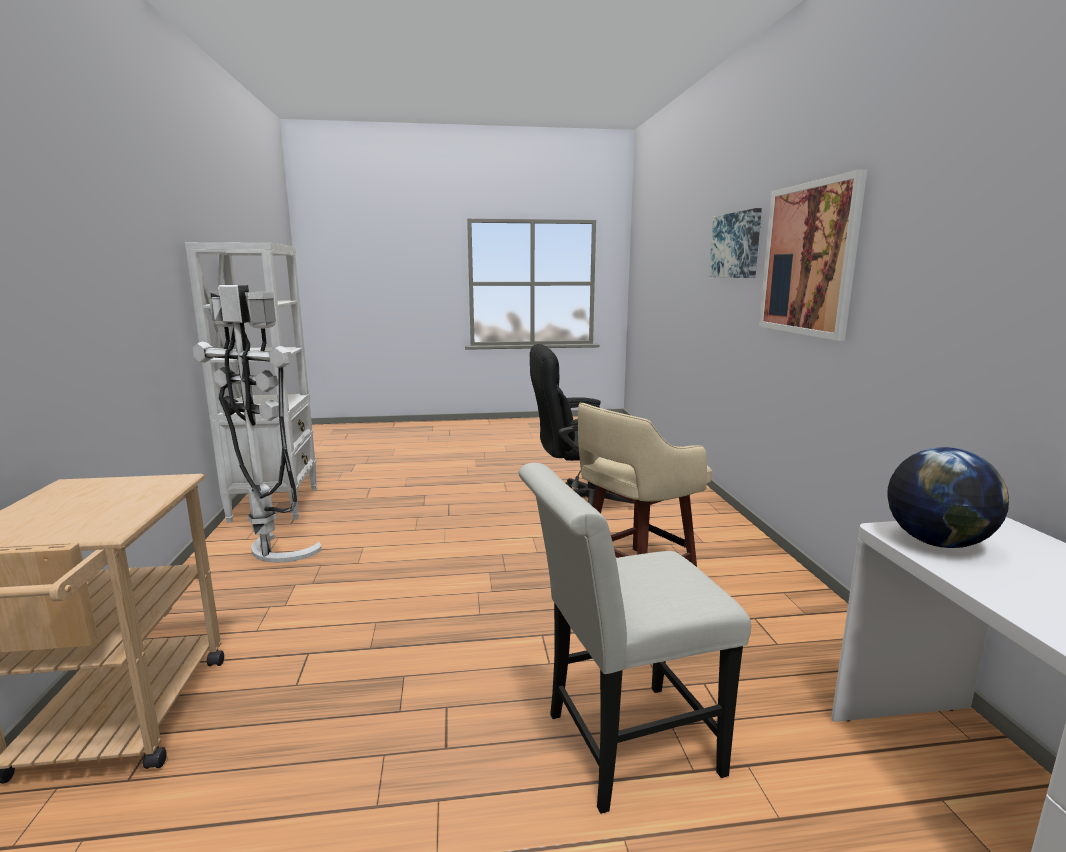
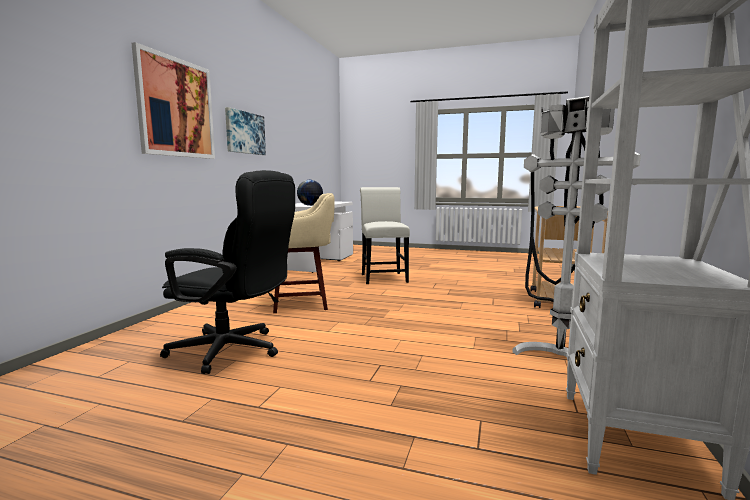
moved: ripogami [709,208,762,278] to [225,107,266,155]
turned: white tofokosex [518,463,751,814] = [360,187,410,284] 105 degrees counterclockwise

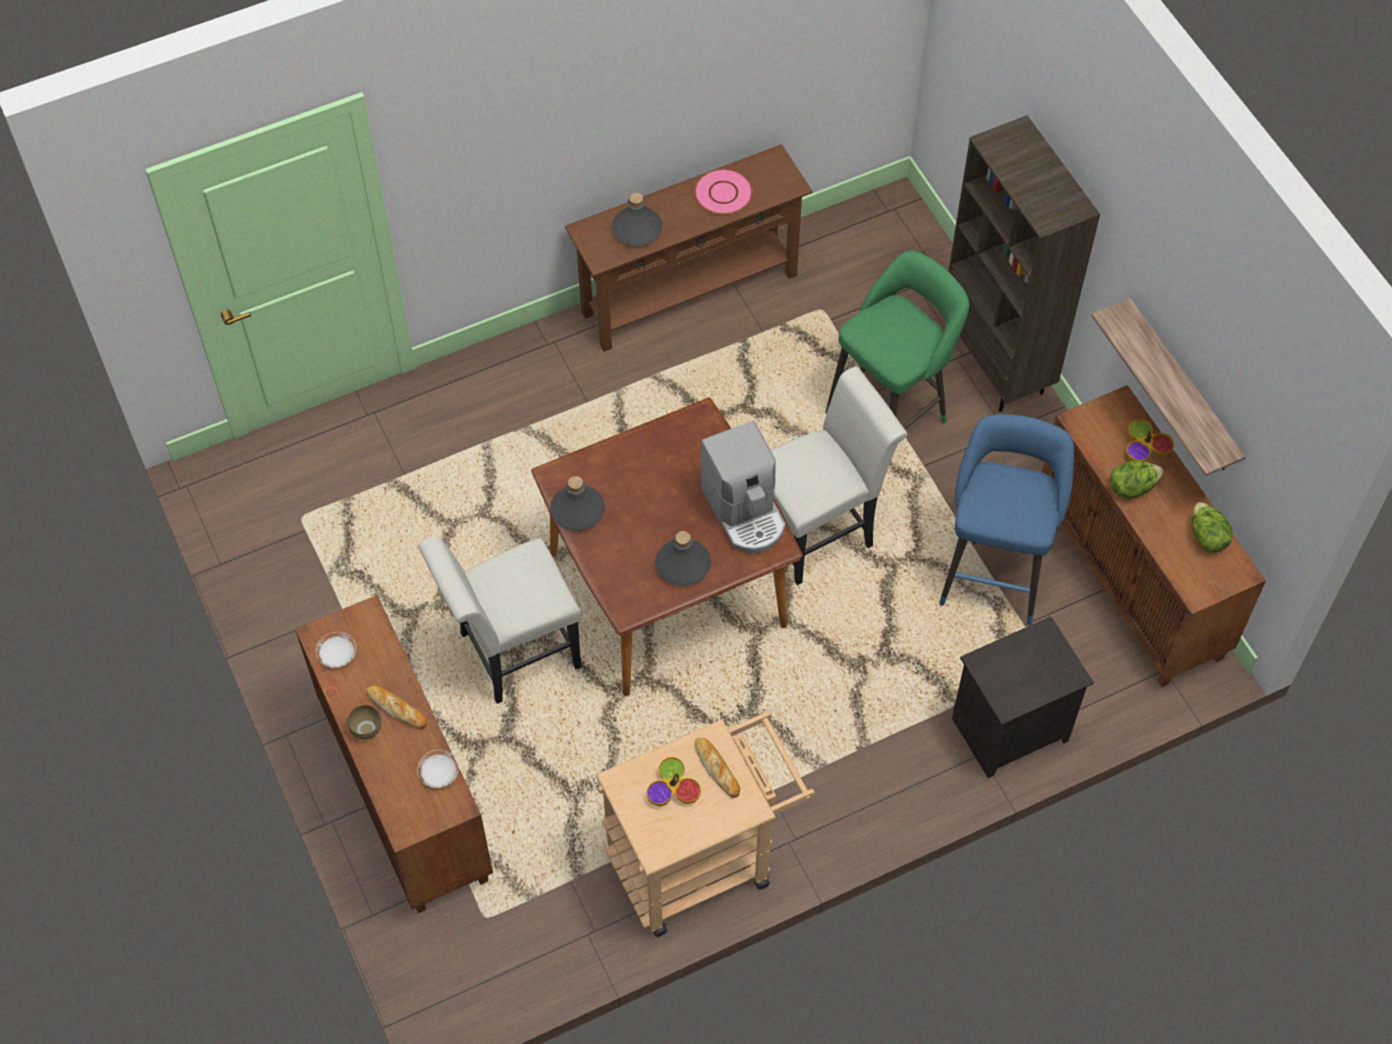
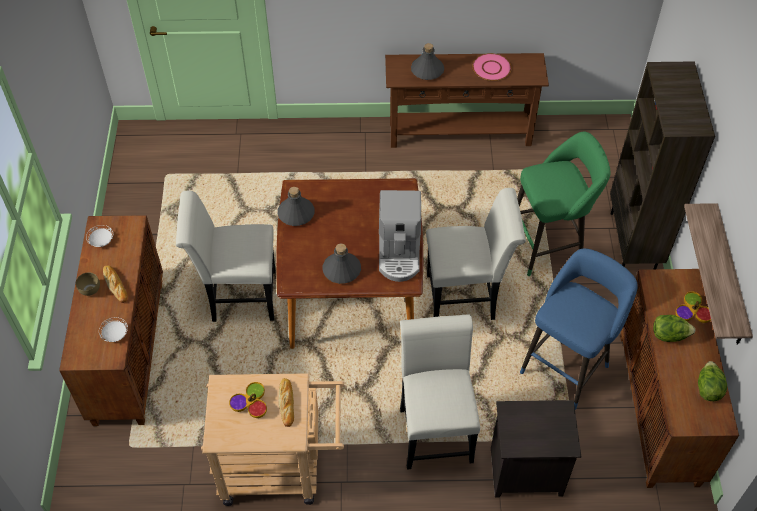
added: white tofokosex [400,314,480,470]

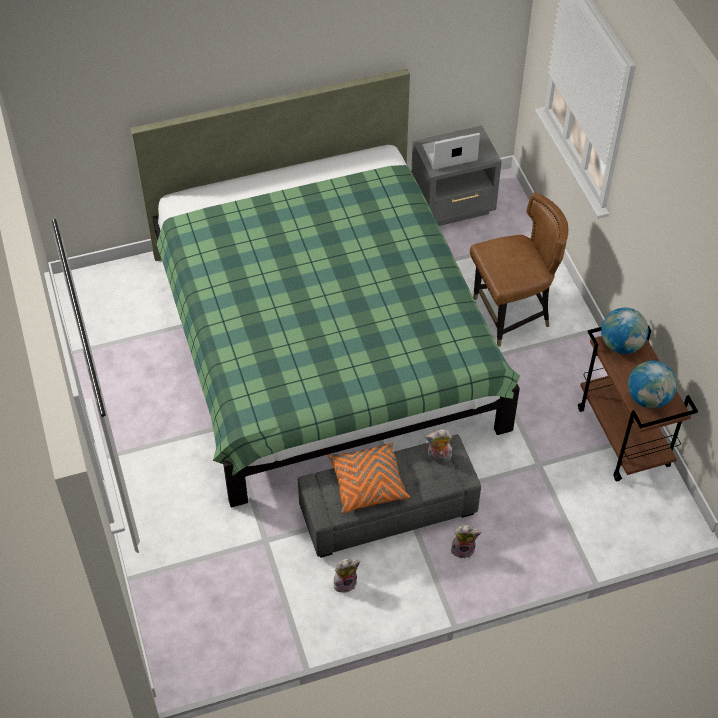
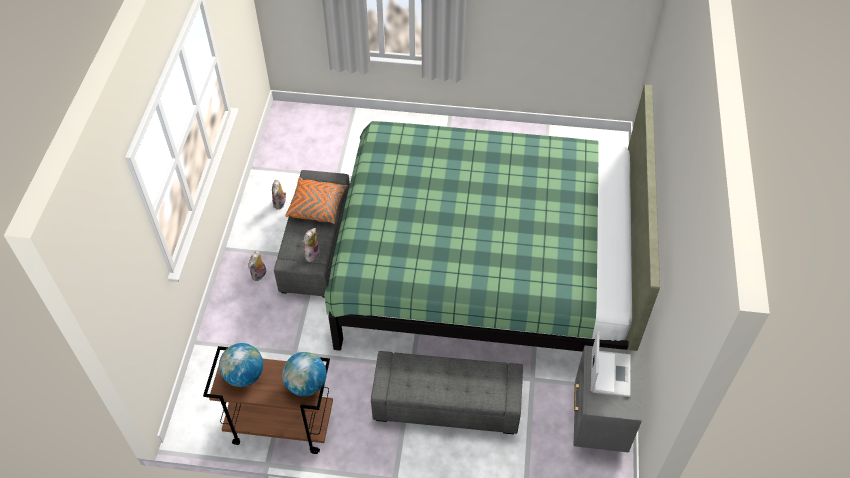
replaced: brown tofokosex [470,192,568,347] to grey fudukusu [371,351,523,435]

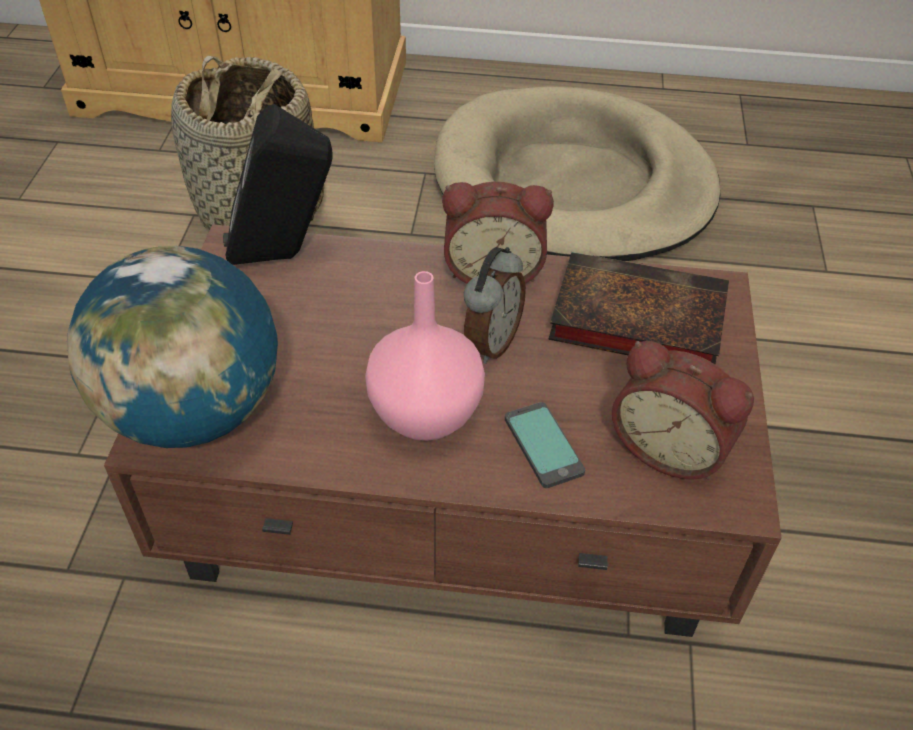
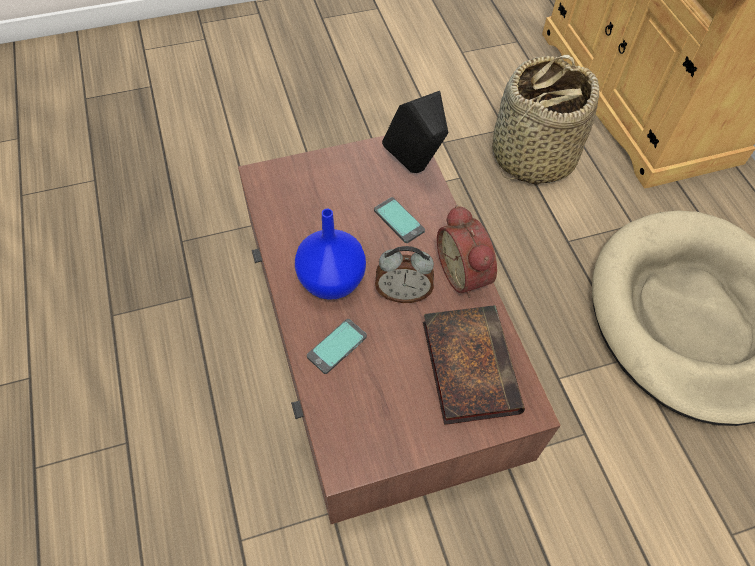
removed: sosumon [67,246,278,448]; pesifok [612,341,754,480]
added: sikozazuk [374,197,425,243]
recoloured: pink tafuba [365,271,485,441] to blue tafuba [295,209,366,300]

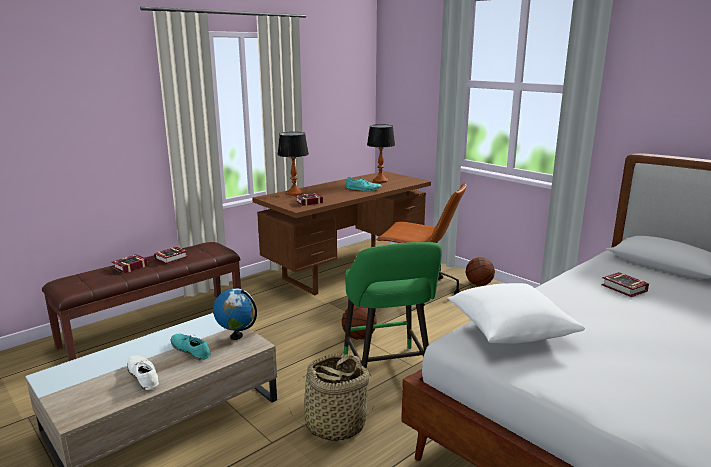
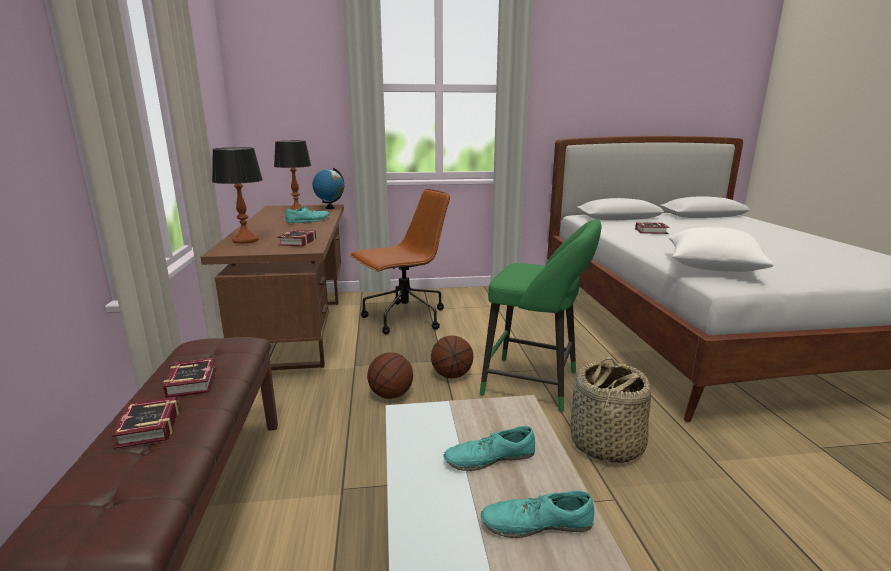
moved: sosumon [213,288,257,340] to [313,168,344,209]; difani [466,257,495,286] to [367,353,413,399]
recoloured: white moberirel [127,355,159,390] to turquoise moberirel [481,490,594,538]

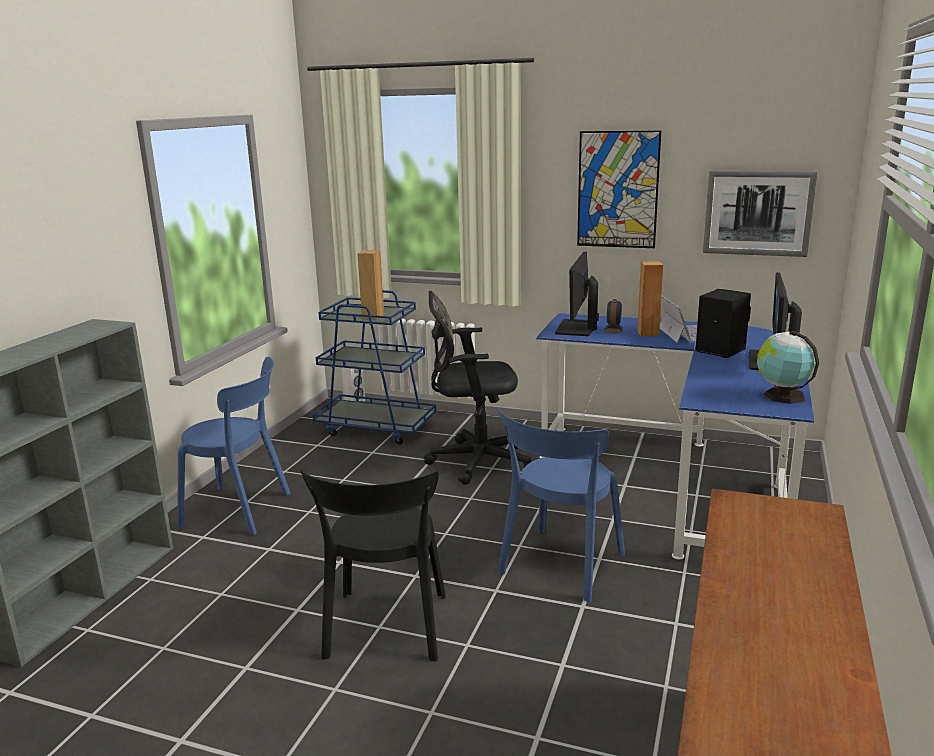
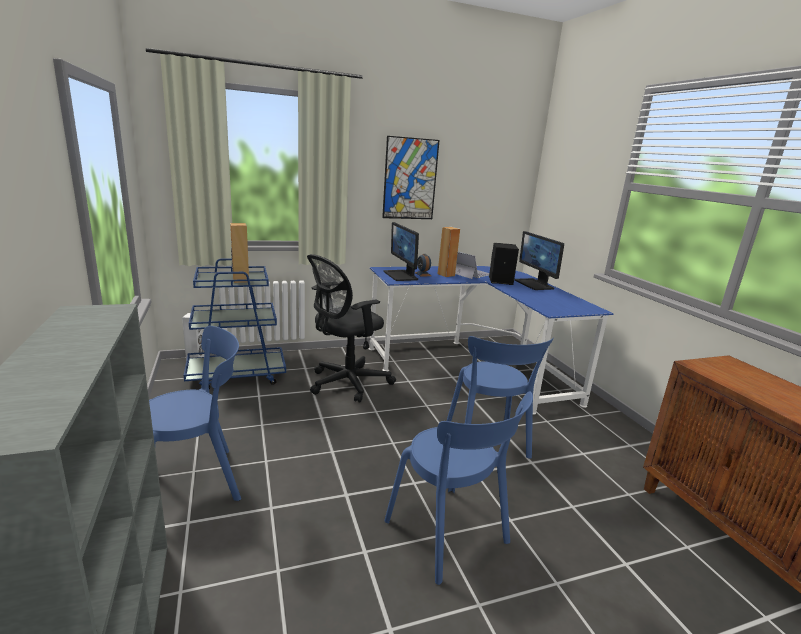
removed: ripogami [703,171,817,257]; sosumon [757,331,820,404]
recoloured: black tofokosex [301,470,446,662] to blue tofokosex [384,391,533,585]

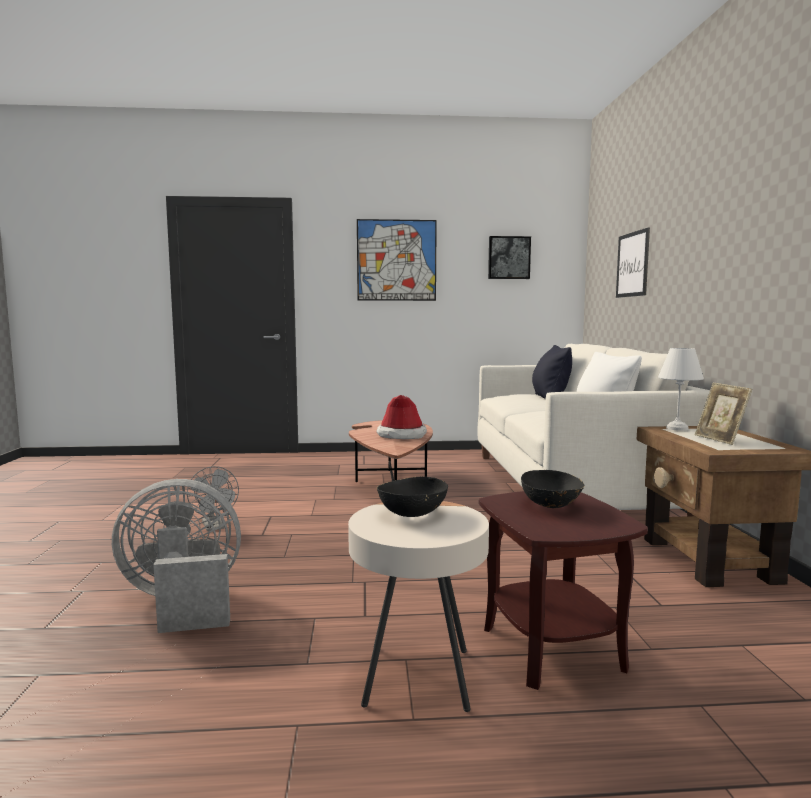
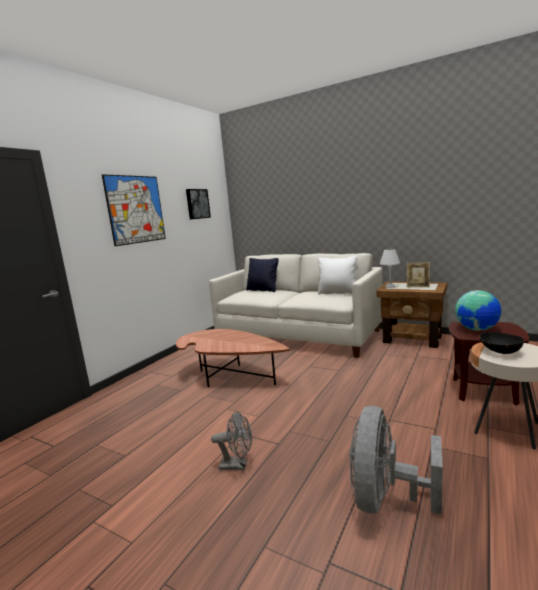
removed: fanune [376,395,427,439]; ripogami [616,227,650,298]
replaced: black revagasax [521,470,585,508] to sosumon [455,290,501,331]

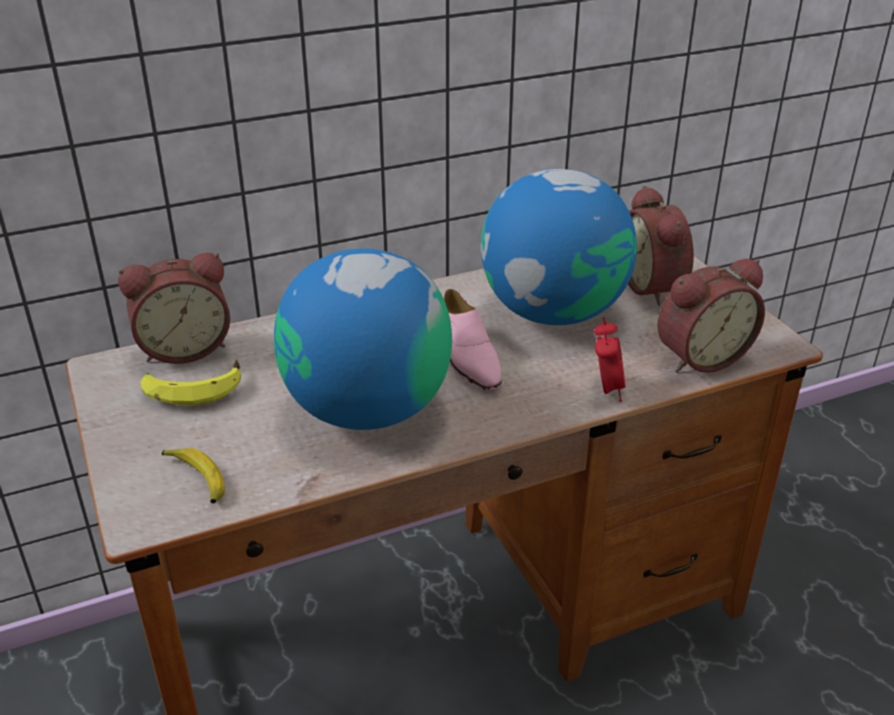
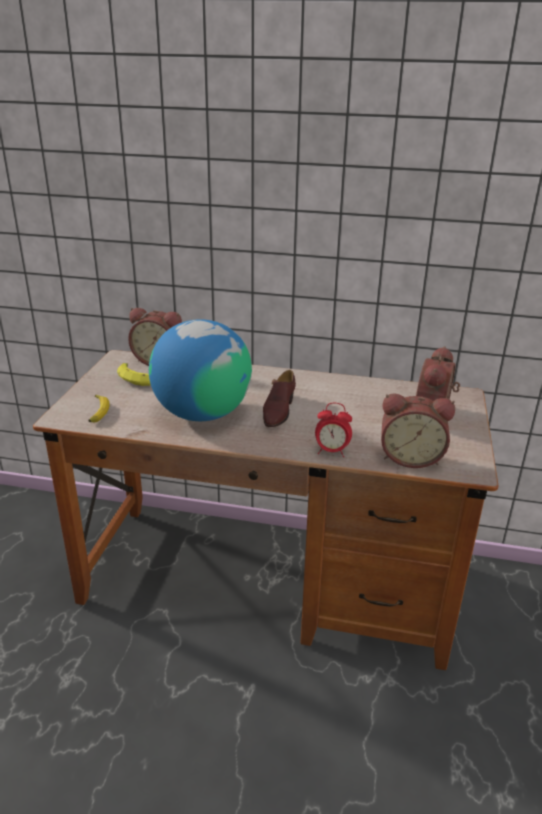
removed: sosumon [481,169,637,325]
recoloured: pink moberirel [443,289,502,390] to brown moberirel [263,370,296,427]
turned: pesifok [594,317,625,402] = [315,403,352,457] 60 degrees clockwise

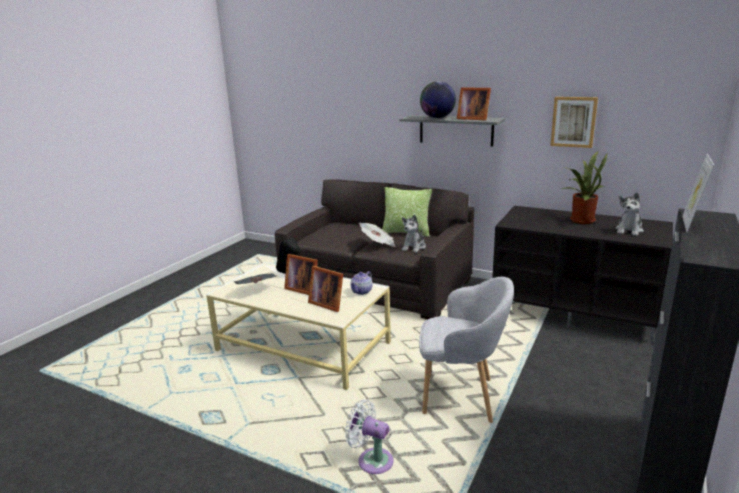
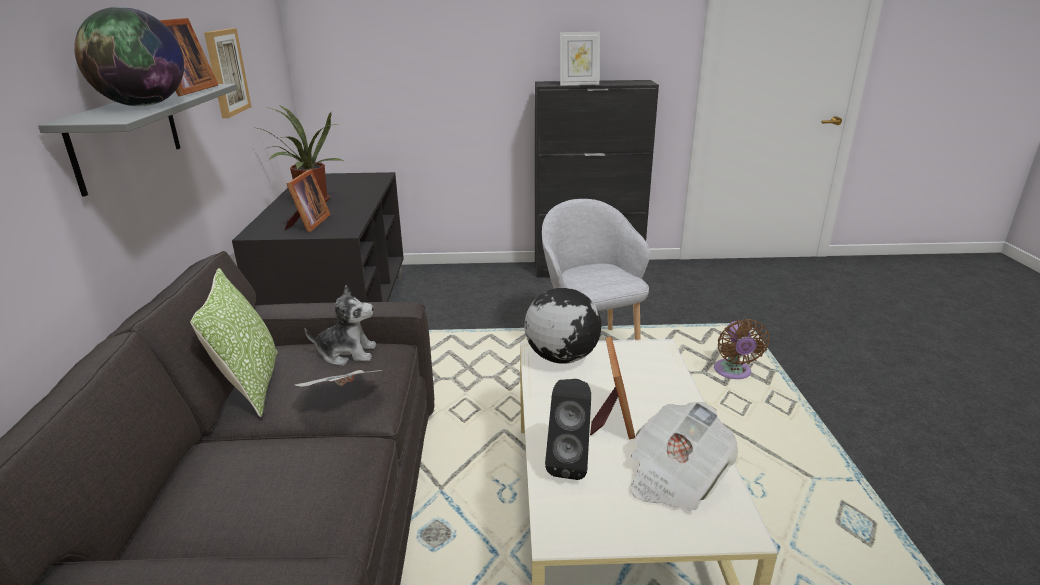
removed: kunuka [615,192,644,236]
moved: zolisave [308,266,343,312] to [284,169,331,232]
replaced: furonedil [350,271,373,295] to sosumon [524,288,602,364]
recoloured: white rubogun [345,399,393,474] to brown rubogun [714,319,769,379]

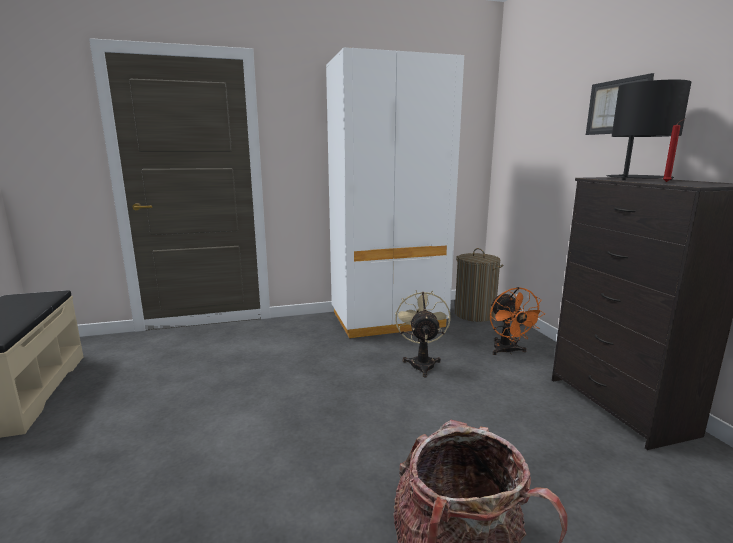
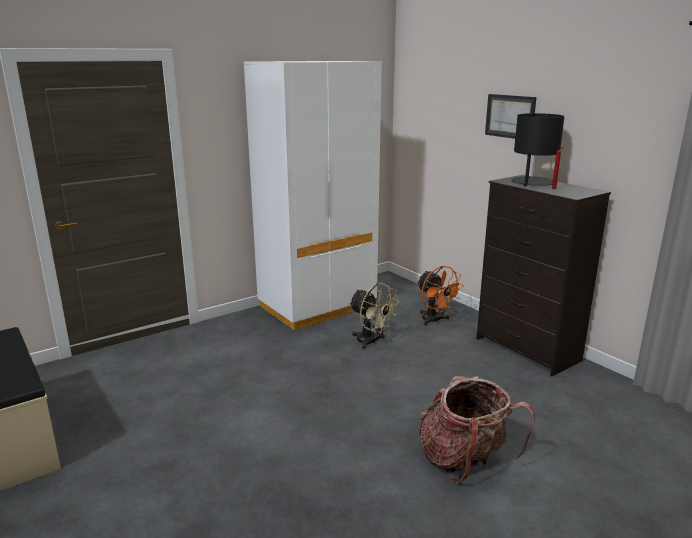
removed: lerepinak [455,248,503,322]
turned: beige rubogun [395,290,451,377] = [349,283,399,349] 150 degrees clockwise

